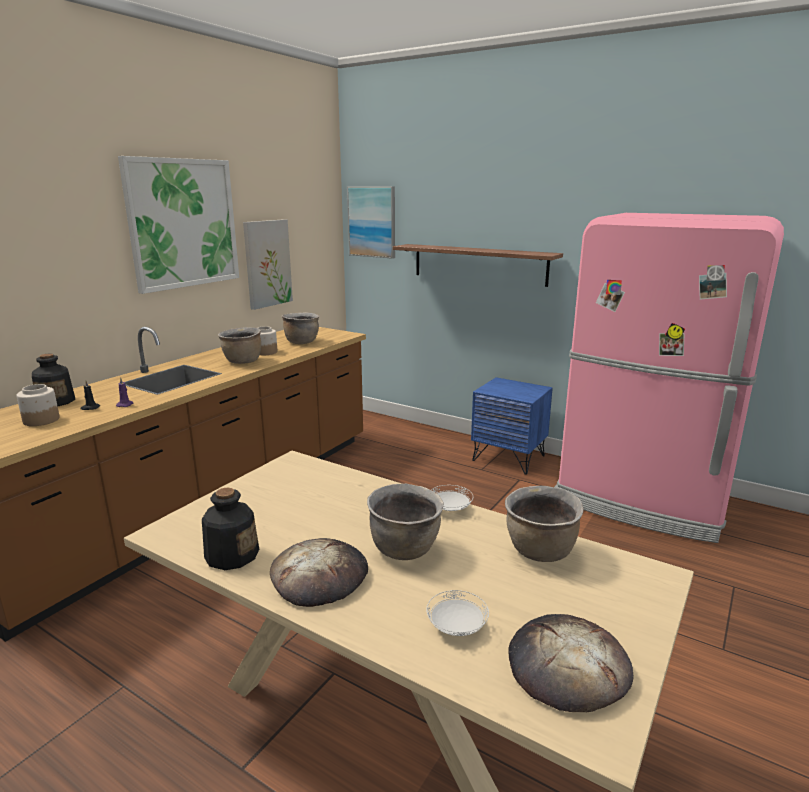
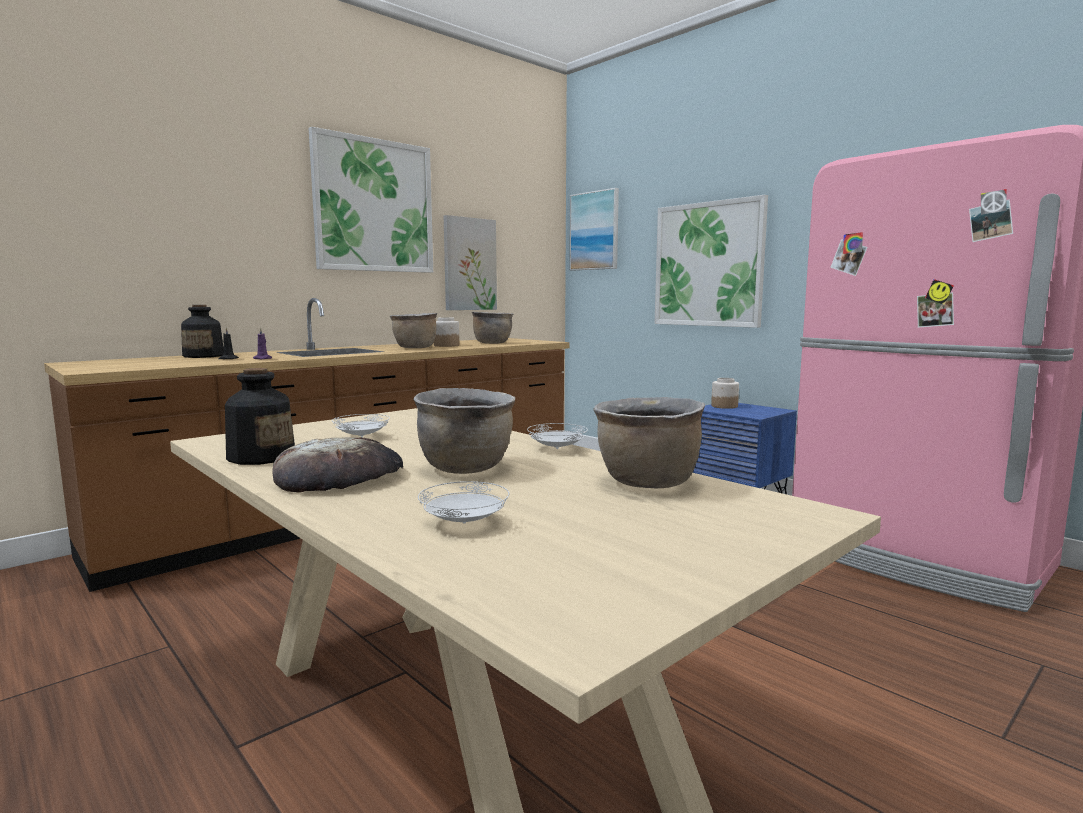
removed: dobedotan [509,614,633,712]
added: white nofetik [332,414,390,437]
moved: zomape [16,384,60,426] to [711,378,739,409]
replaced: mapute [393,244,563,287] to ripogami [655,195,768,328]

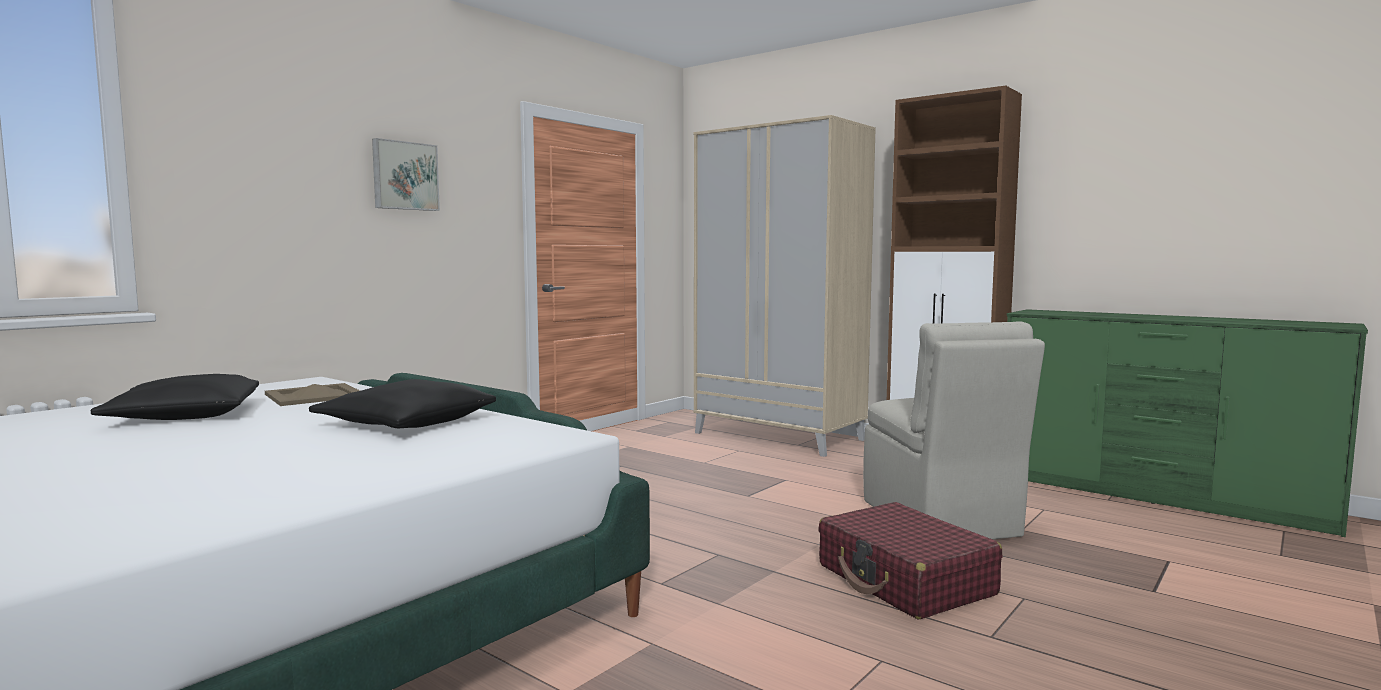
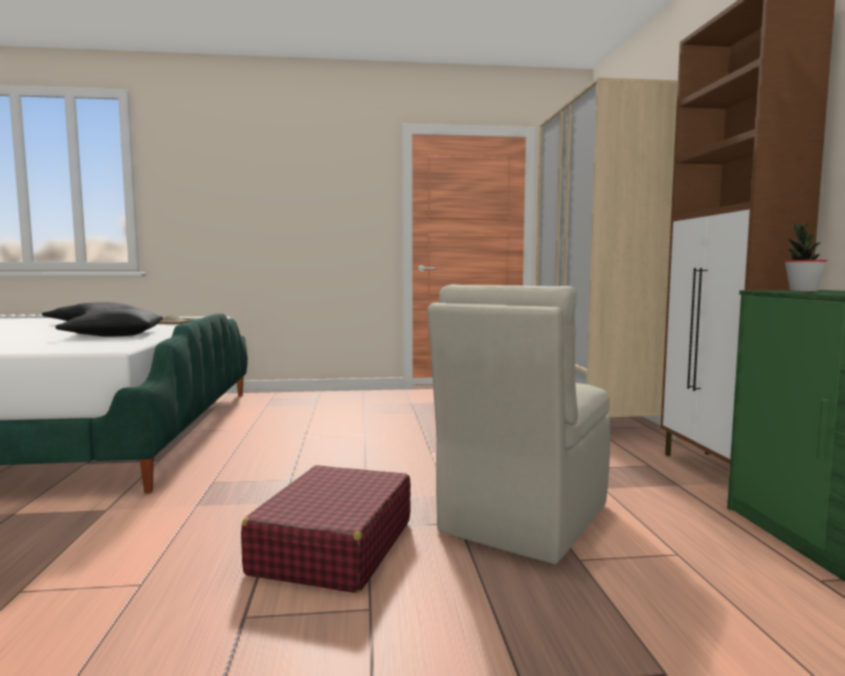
removed: ripogami [372,138,440,211]
added: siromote [785,222,827,292]

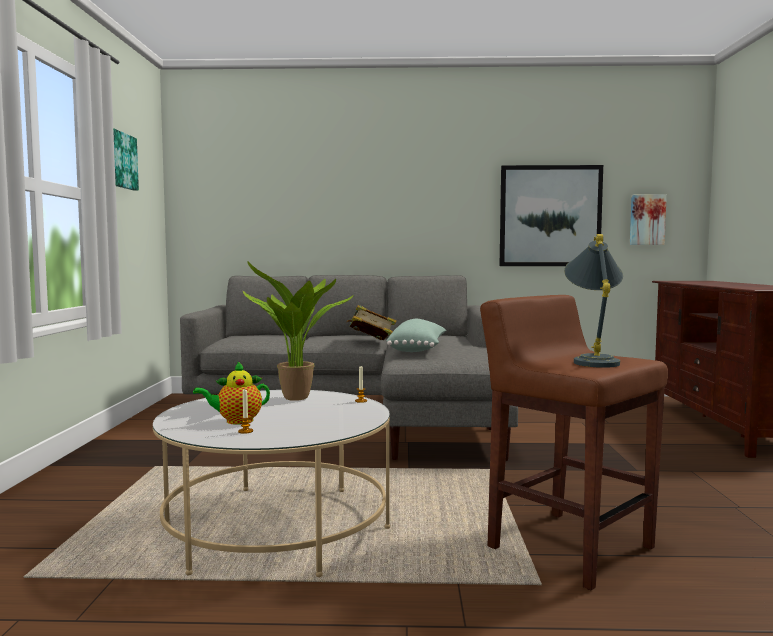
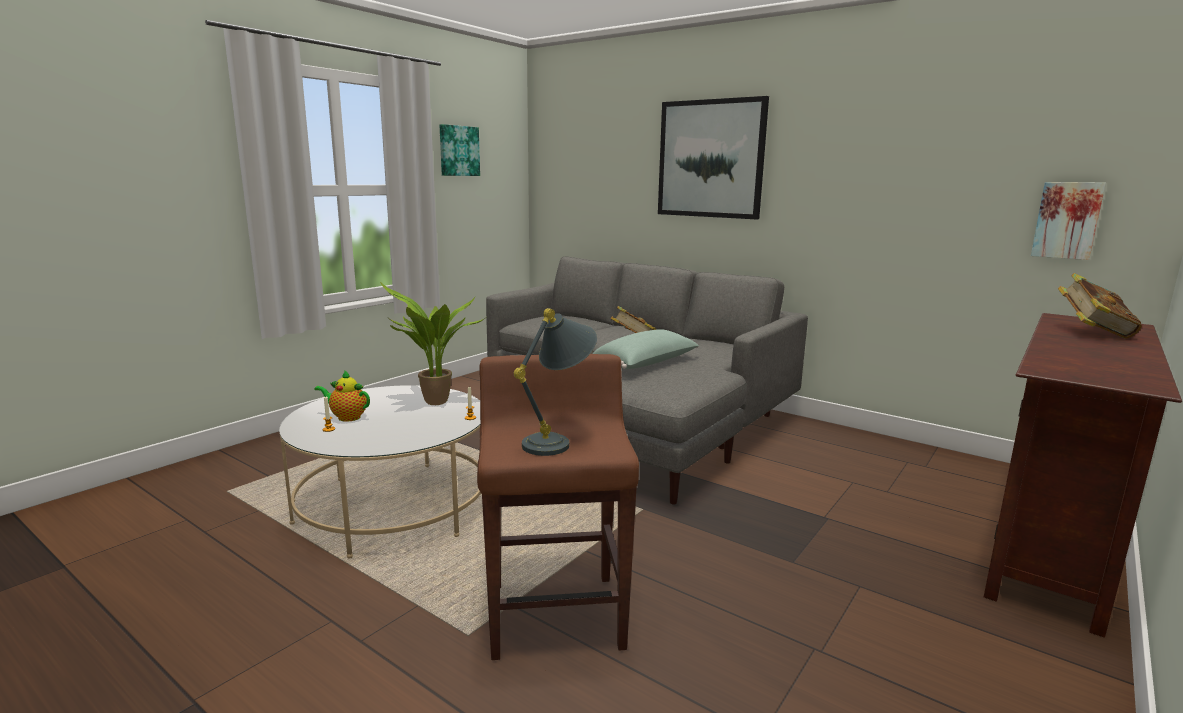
added: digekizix [1058,273,1142,338]
moved: ripogami [500,165,603,266] to [658,96,769,219]

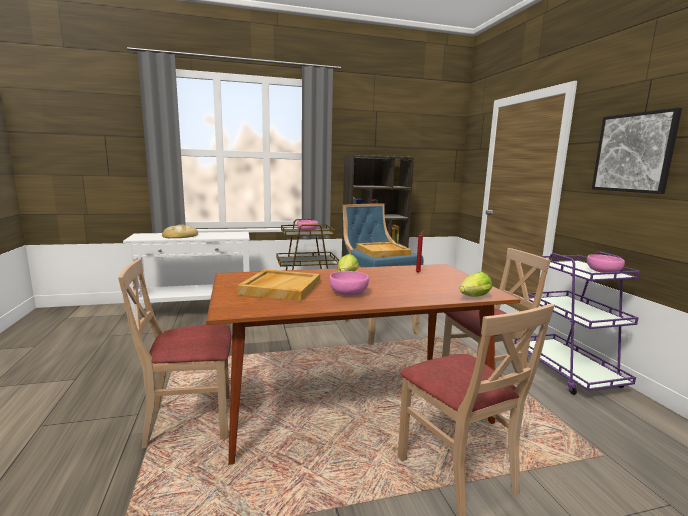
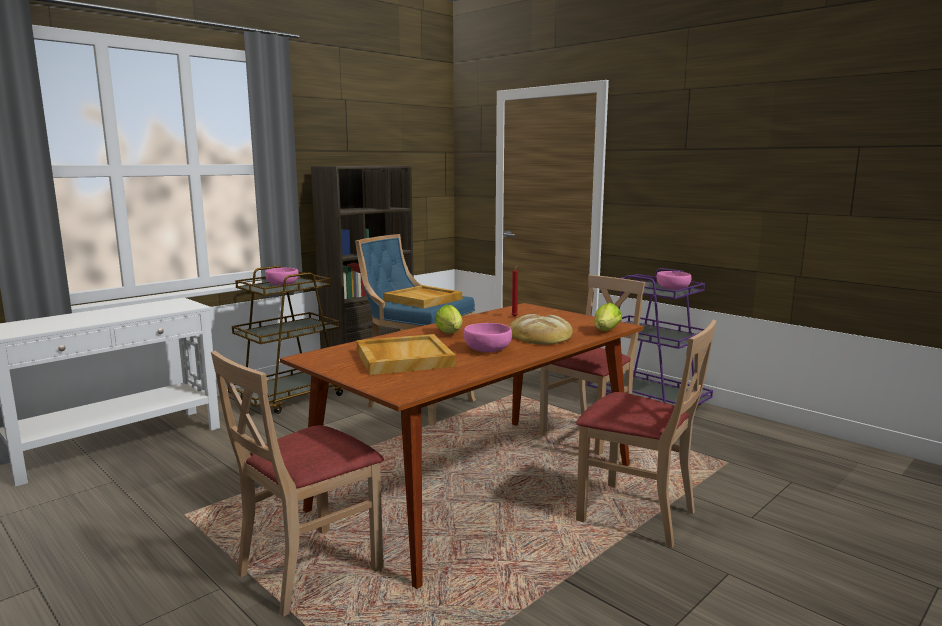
removed: ripogami [592,107,682,194]
moved: dobedotan [162,225,198,238] to [509,314,573,345]

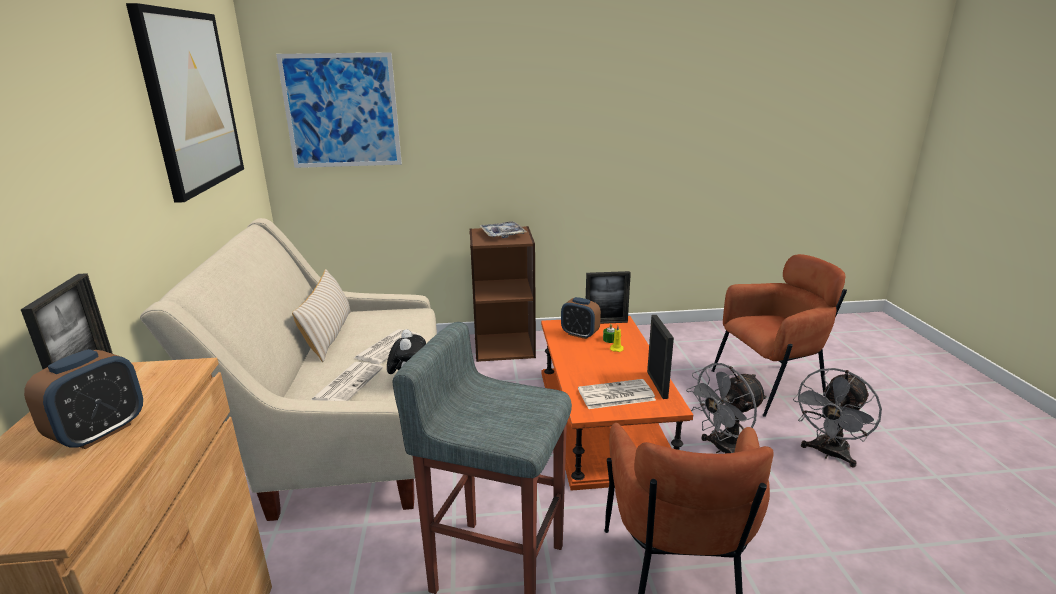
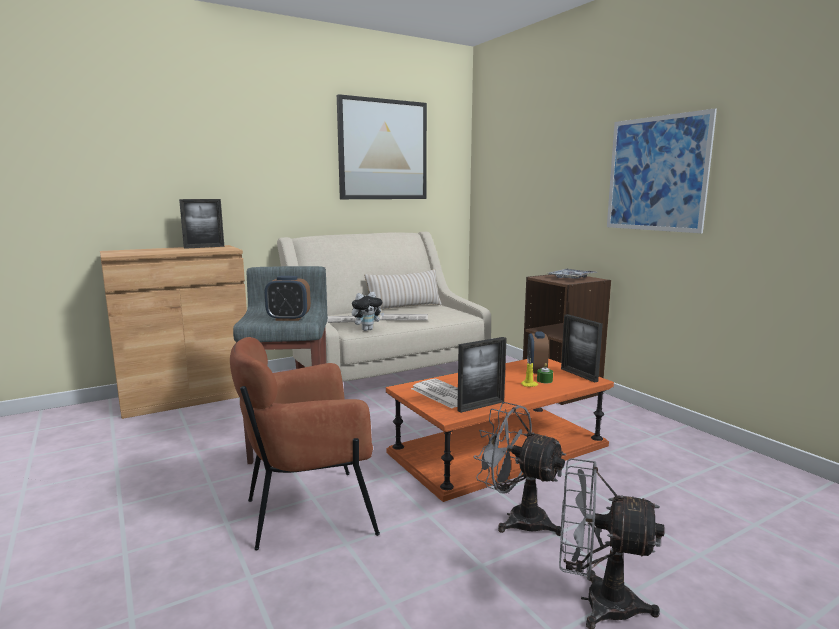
removed: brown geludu [711,254,847,417]
moved: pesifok [24,349,143,449] to [265,276,311,321]; ripogami [276,52,402,168] to [607,108,717,233]

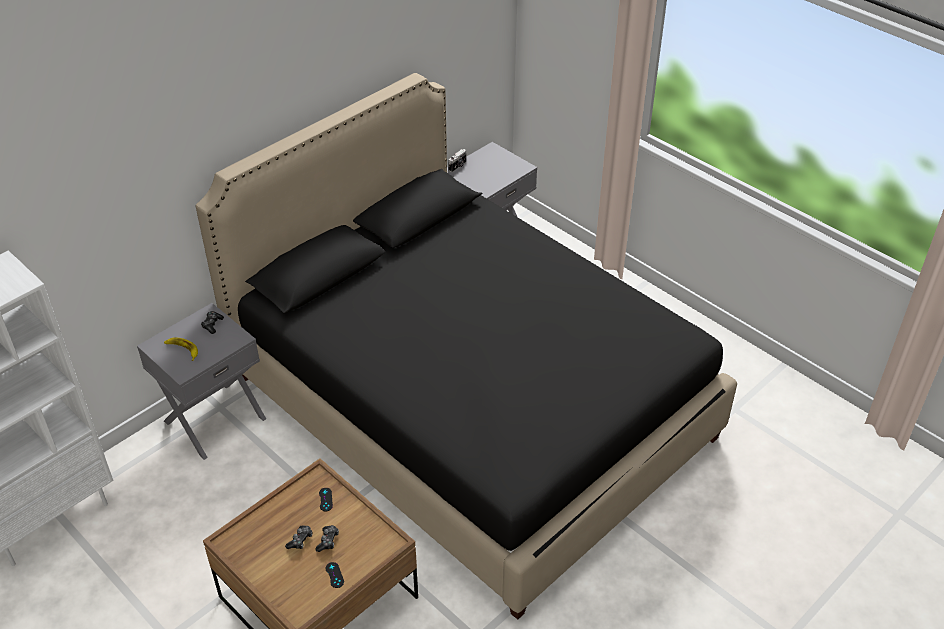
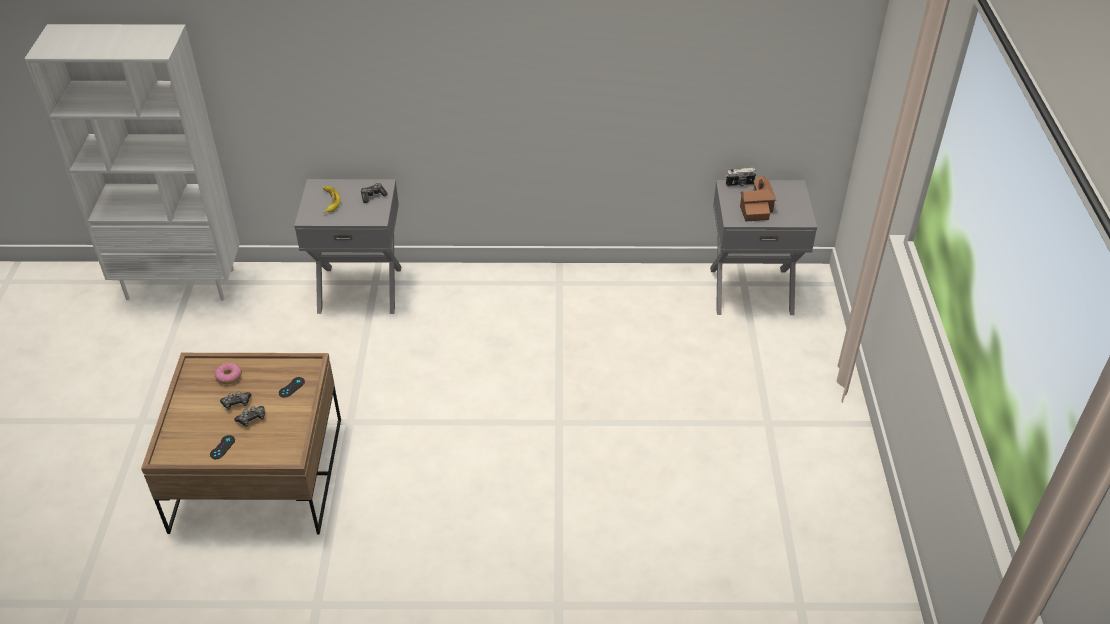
removed: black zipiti [196,73,737,620]
added: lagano [215,363,242,384]; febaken [740,175,776,222]

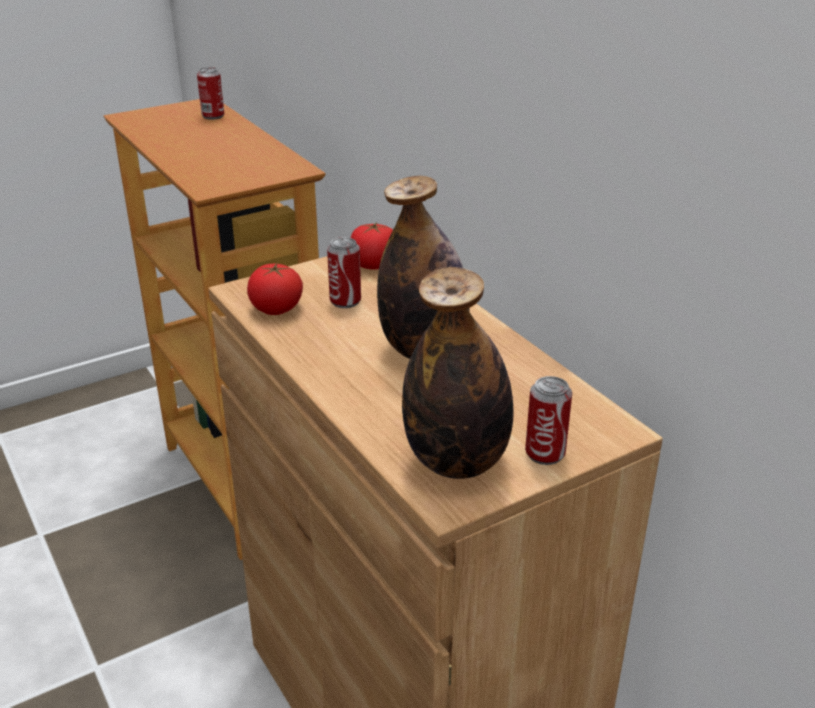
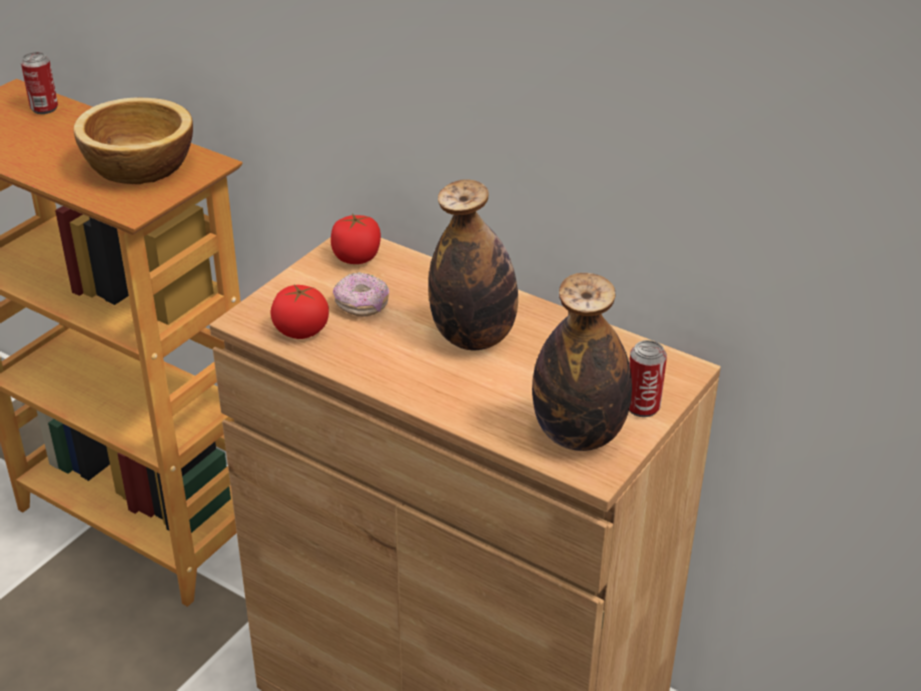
added: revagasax [74,98,193,184]
replaced: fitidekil [327,237,361,308] to lagano [333,272,389,317]

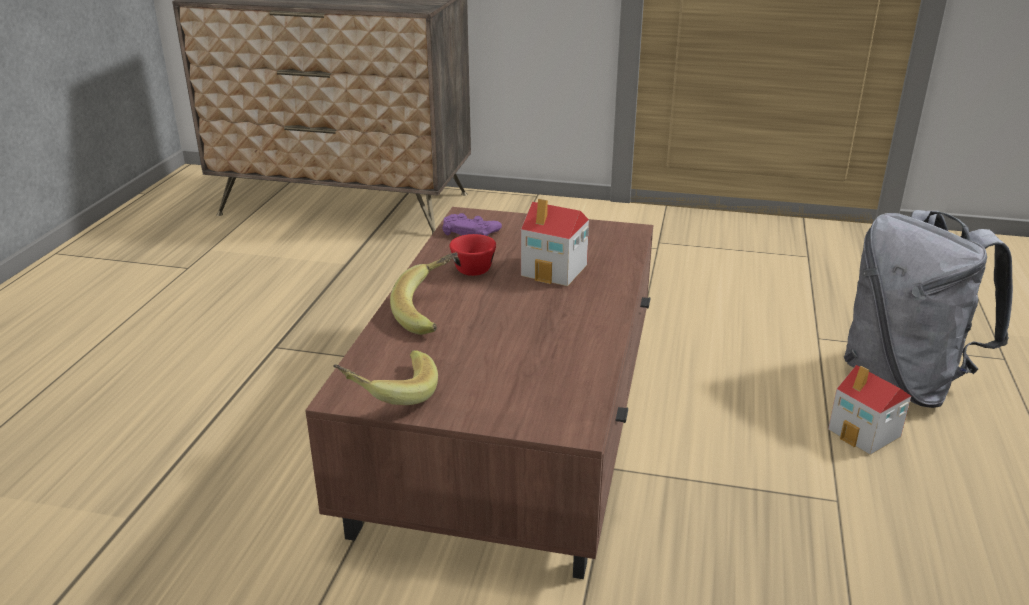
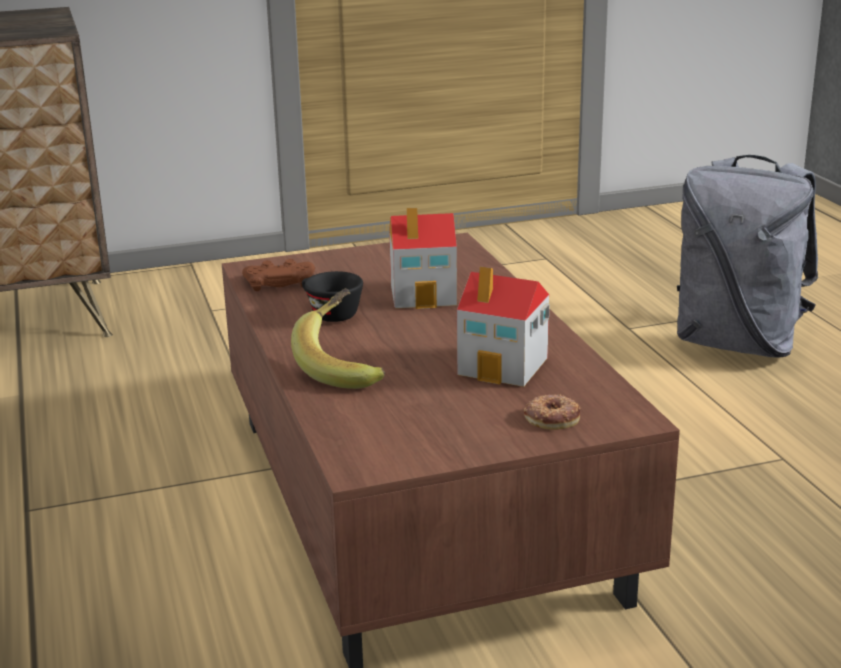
removed: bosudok [333,350,438,405]
added: lagano [524,394,580,430]
moved: febaken [828,365,911,455] to [457,266,549,387]
recoloured: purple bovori [442,213,502,236] to brown bovori [242,259,315,291]; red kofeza [450,234,496,276] to black kofeza [302,271,363,322]

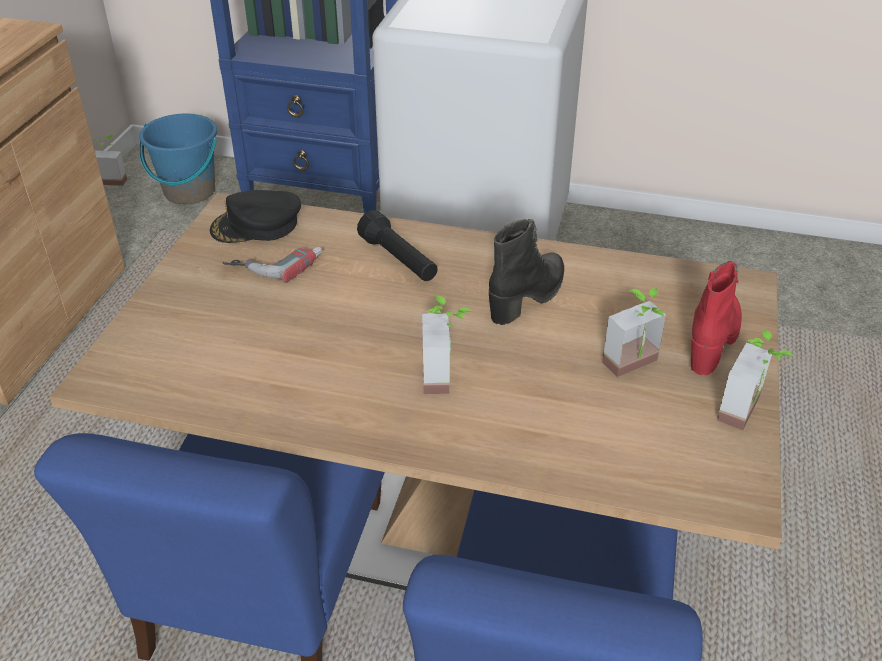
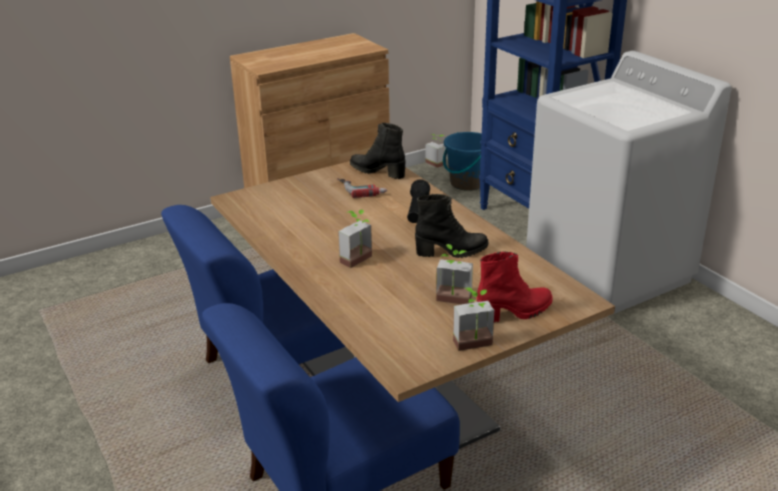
replaced: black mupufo [210,190,301,243] to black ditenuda [350,123,405,179]

